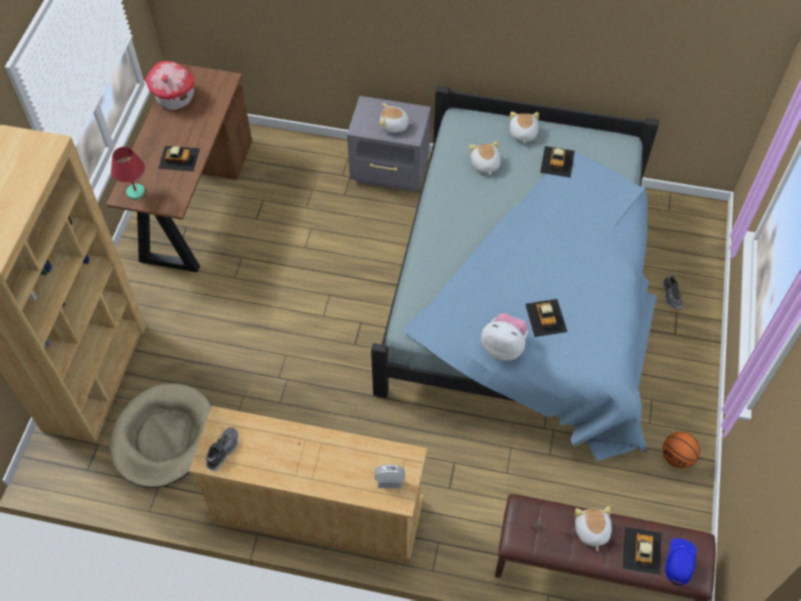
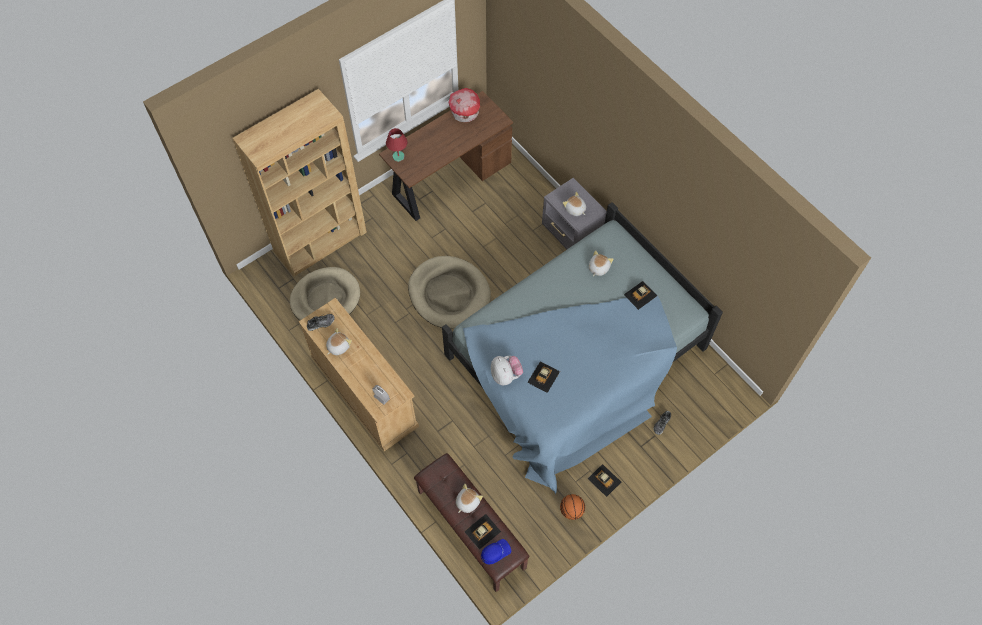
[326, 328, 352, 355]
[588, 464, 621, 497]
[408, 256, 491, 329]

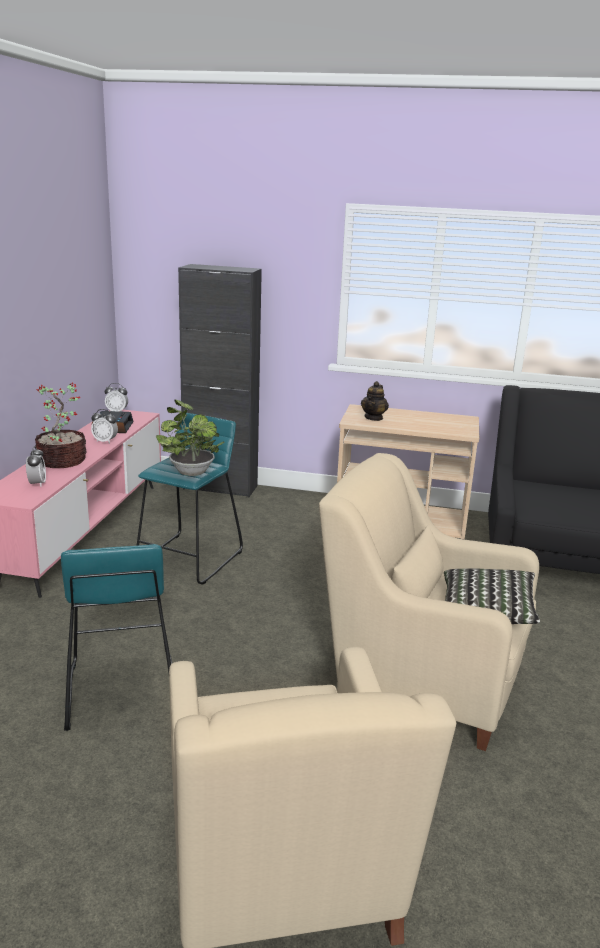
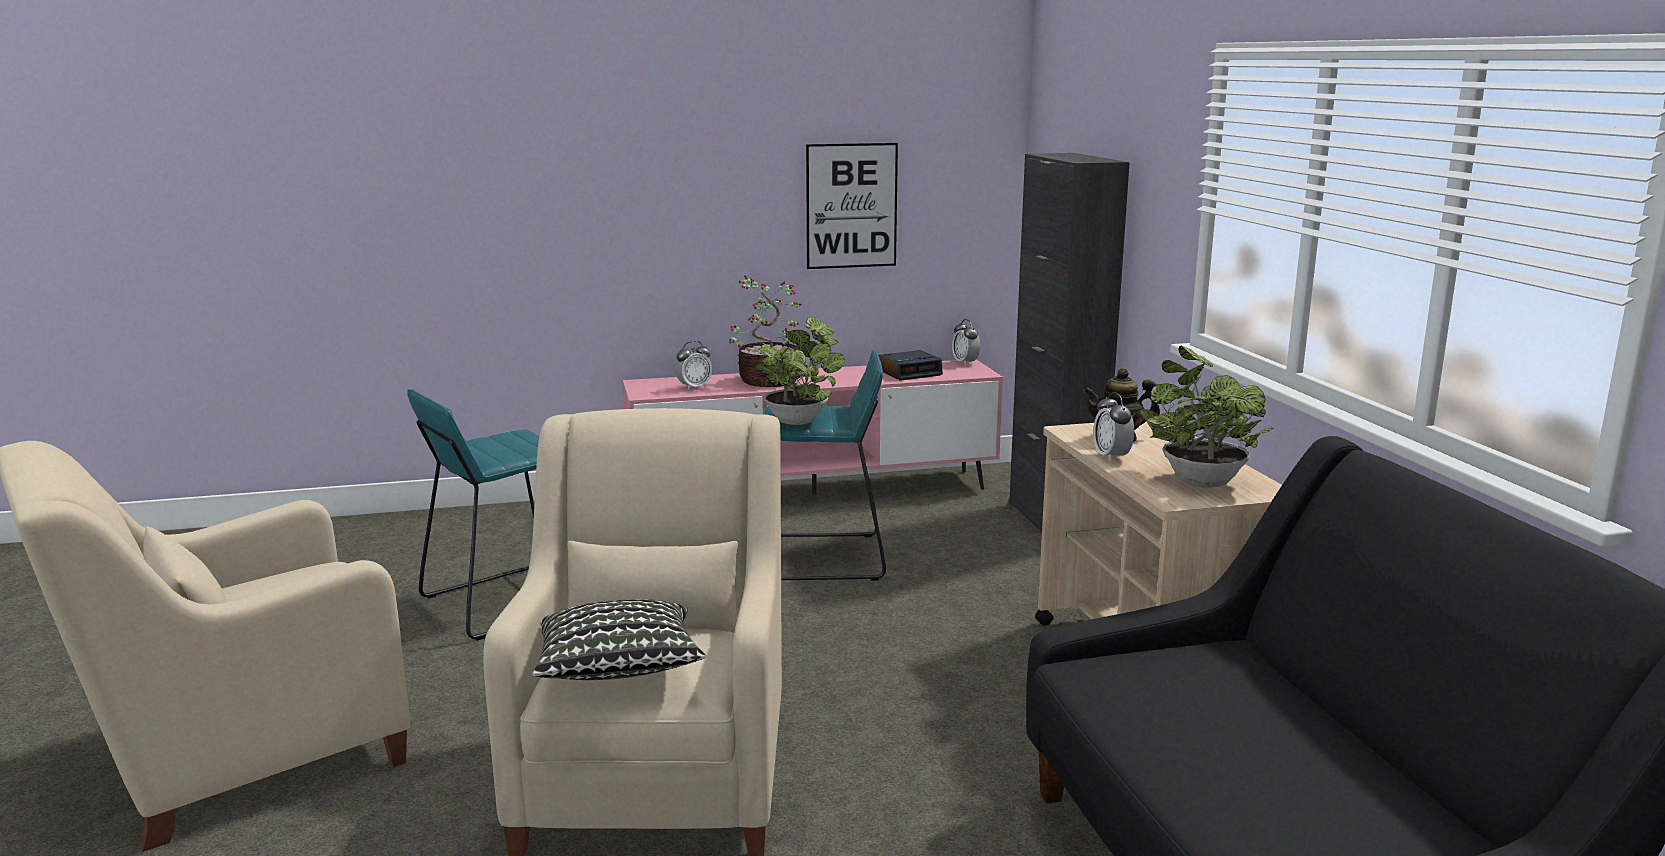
[1093, 392, 1134, 462]
[806, 143, 898, 269]
[1140, 346, 1274, 488]

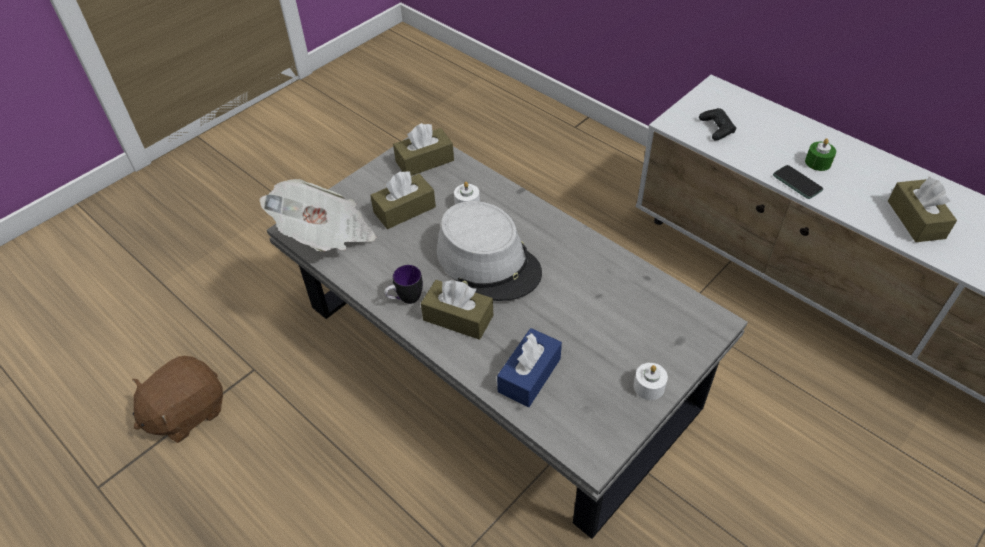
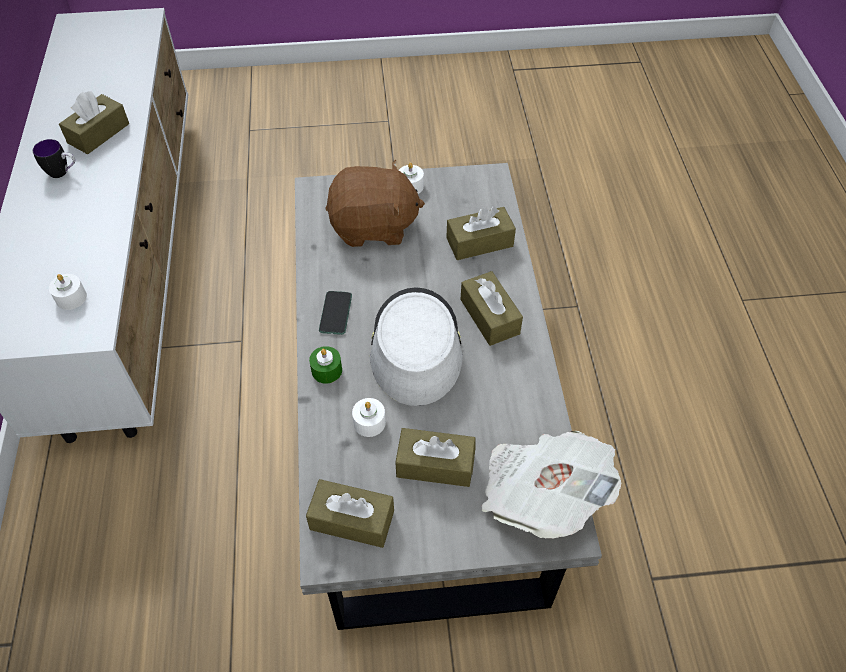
[49, 274, 87, 310]
[309, 346, 342, 383]
[319, 291, 352, 335]
[33, 139, 75, 178]
[446, 207, 516, 260]
[325, 160, 425, 247]

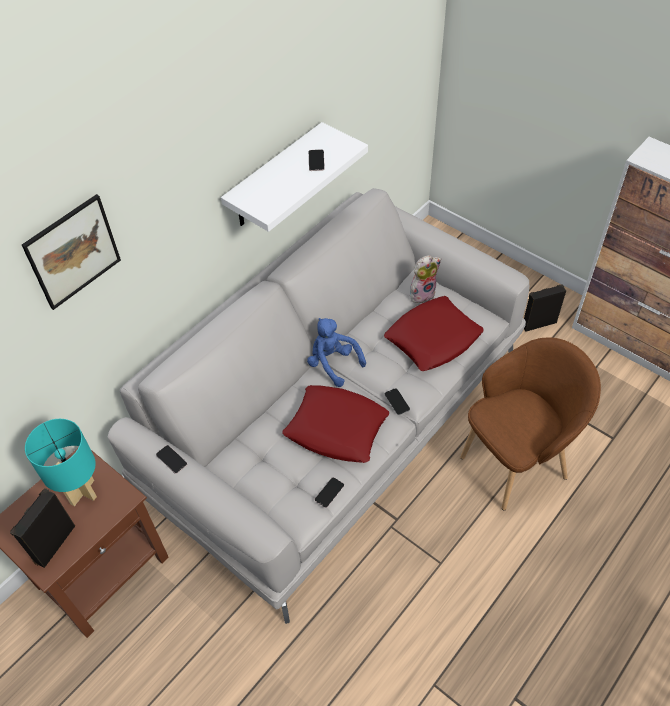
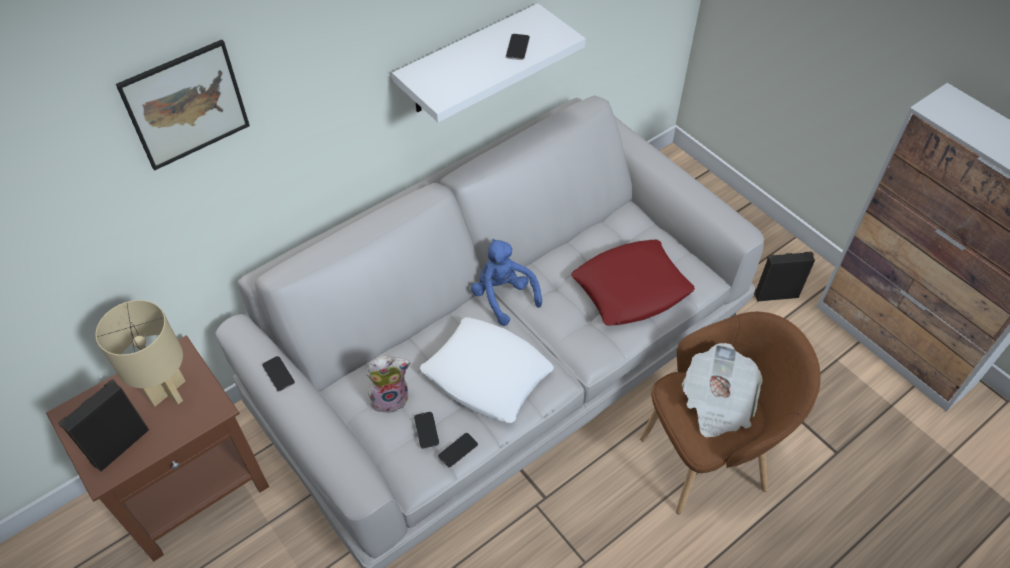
[366, 356, 411, 413]
[420, 317, 554, 423]
[414, 412, 439, 449]
[95, 300, 185, 406]
[682, 343, 763, 438]

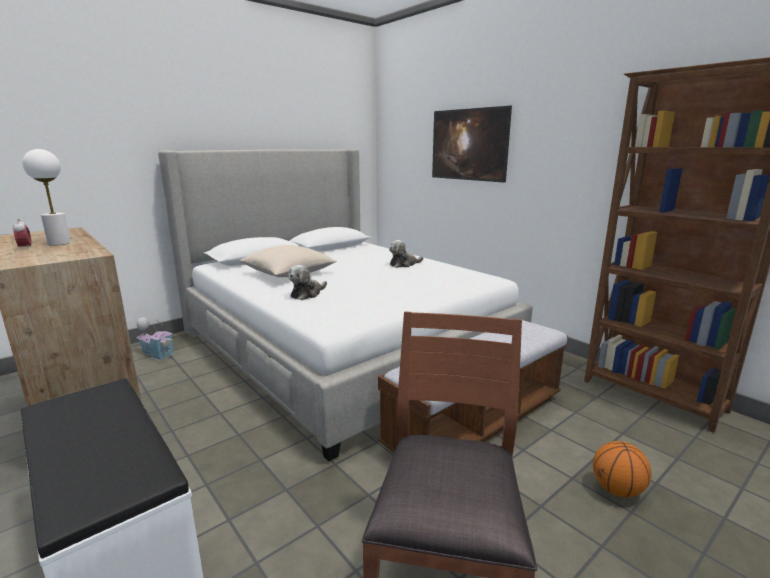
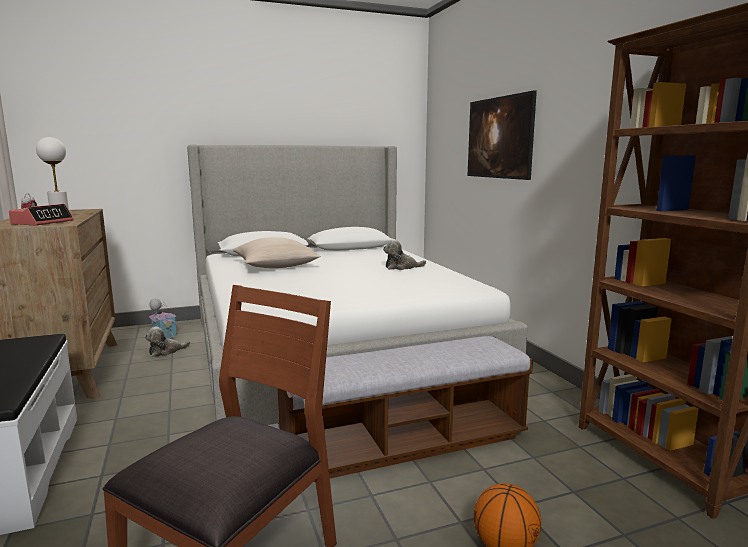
[145, 326, 190, 357]
[9, 204, 74, 226]

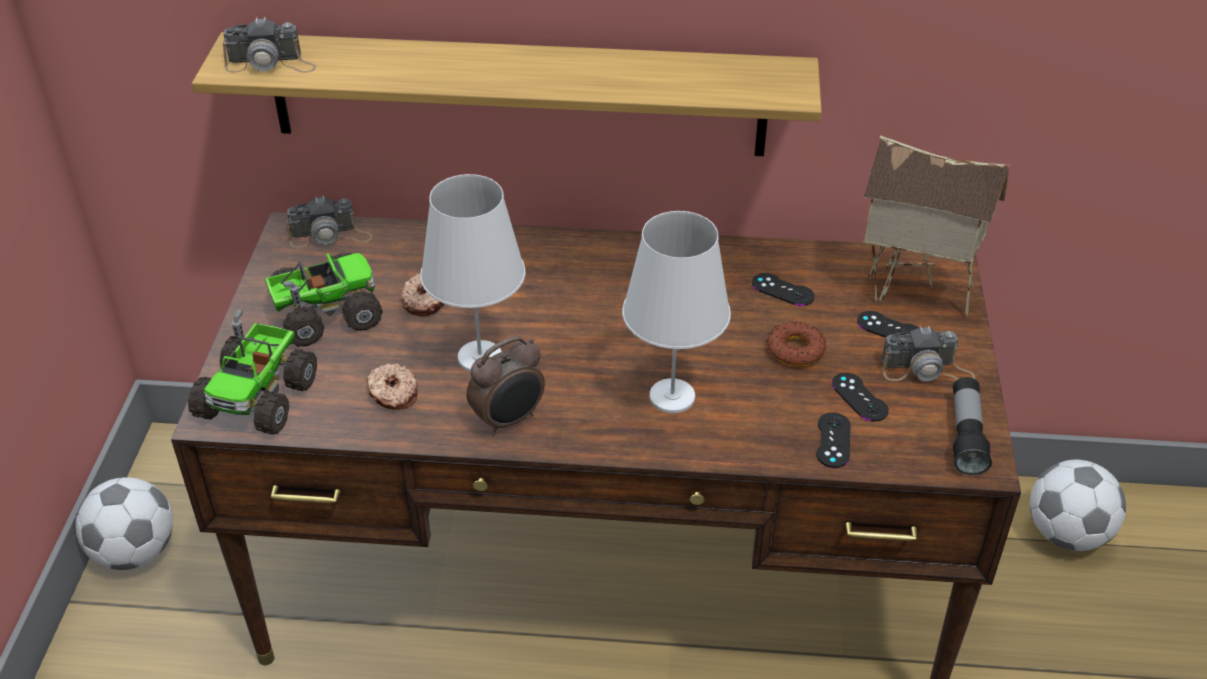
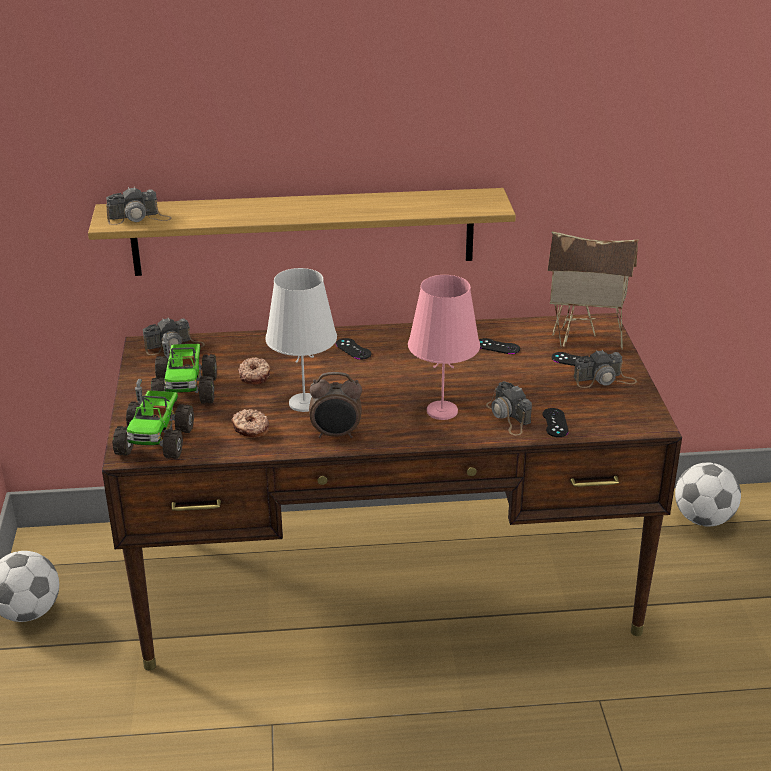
[408, 275, 480, 420]
[151, 333, 217, 404]
[767, 321, 826, 366] (first image)
[309, 372, 362, 438]
[336, 338, 371, 360]
[953, 377, 992, 476] (first image)
[486, 381, 532, 436]

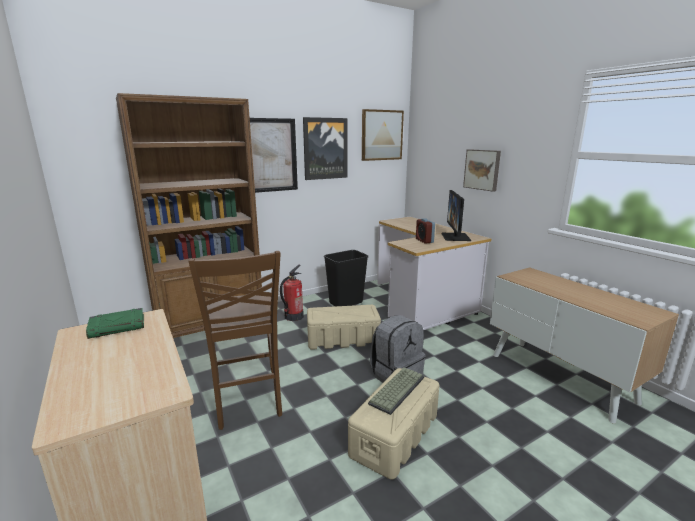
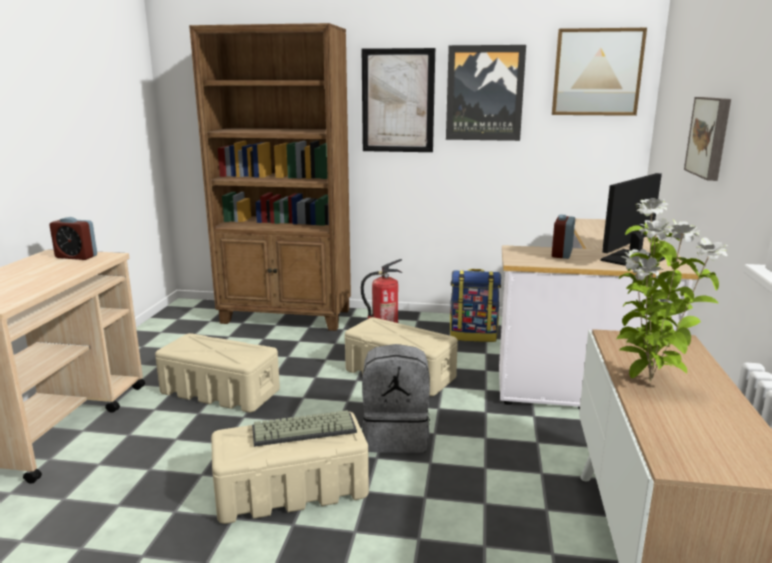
[450, 269, 501, 342]
[155, 333, 280, 413]
[50, 217, 97, 260]
[616, 198, 728, 382]

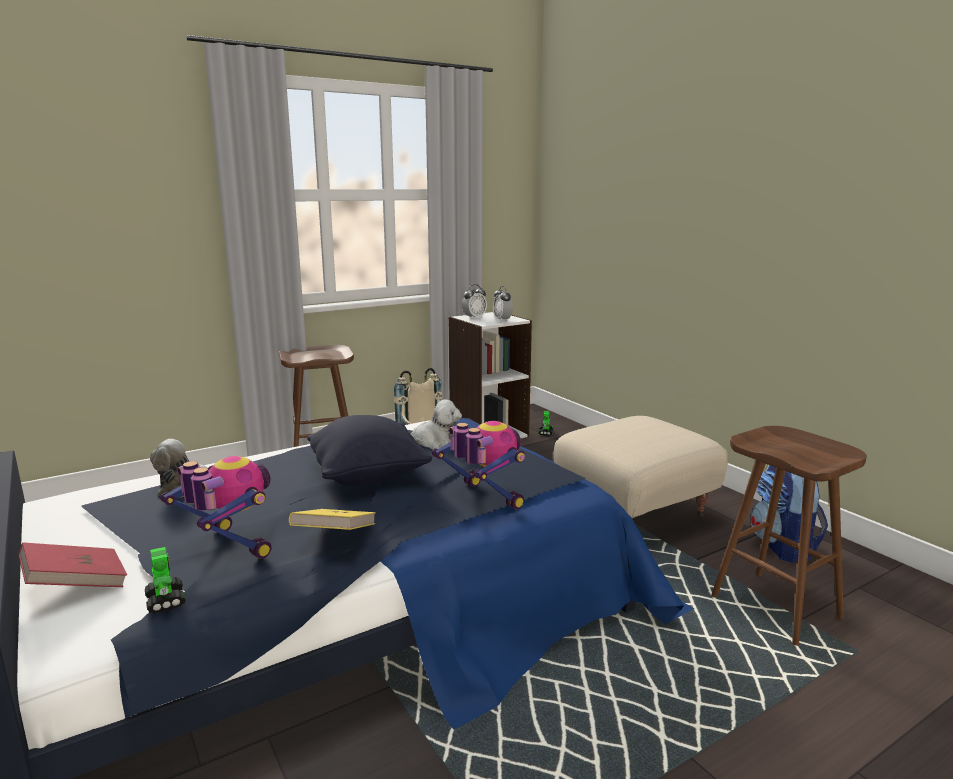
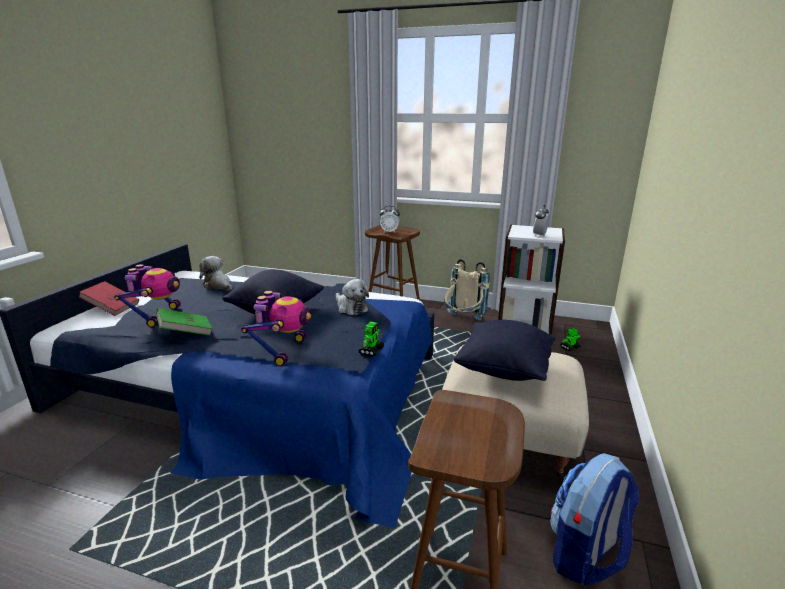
[380, 206, 400, 233]
[156, 308, 213, 336]
[358, 321, 385, 356]
[454, 320, 555, 381]

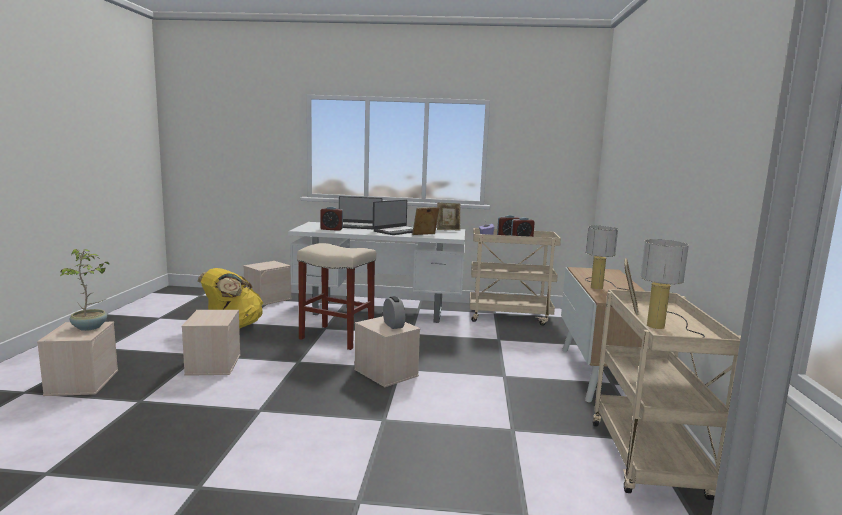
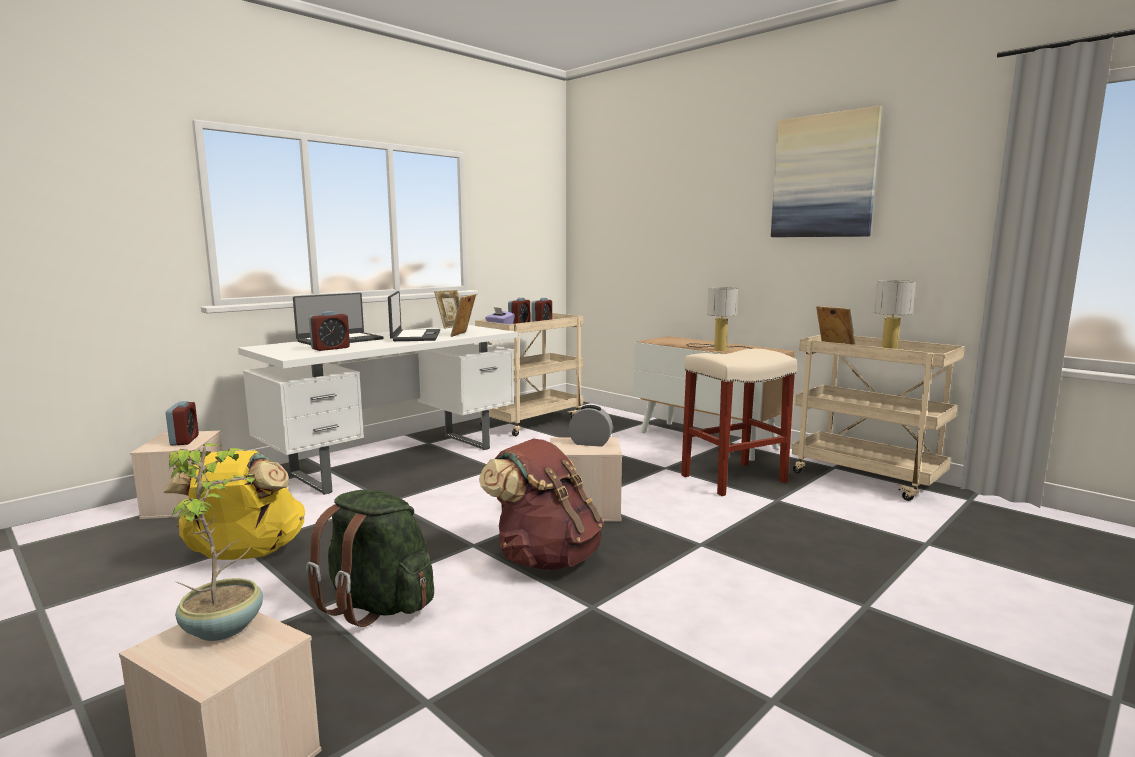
[681, 349, 797, 496]
[306, 490, 434, 627]
[771, 106, 882, 237]
[166, 401, 199, 446]
[479, 438, 604, 570]

